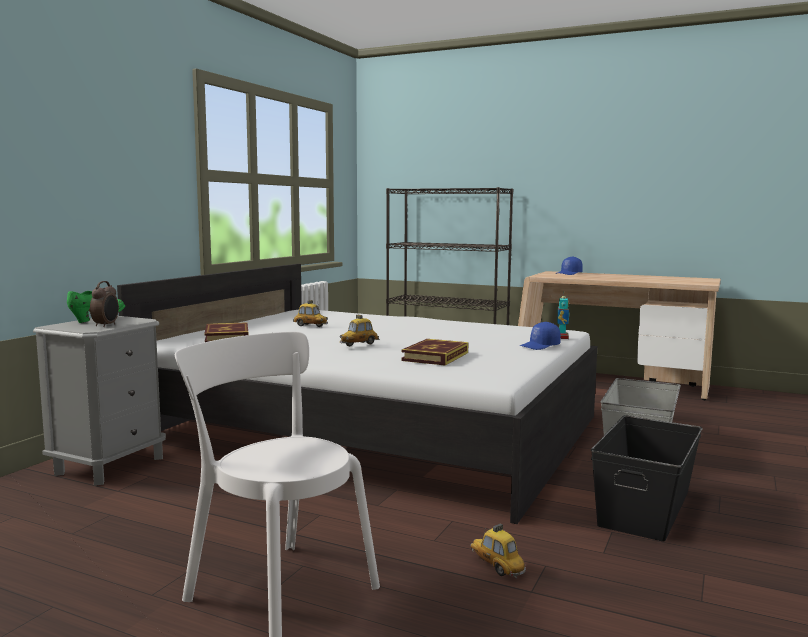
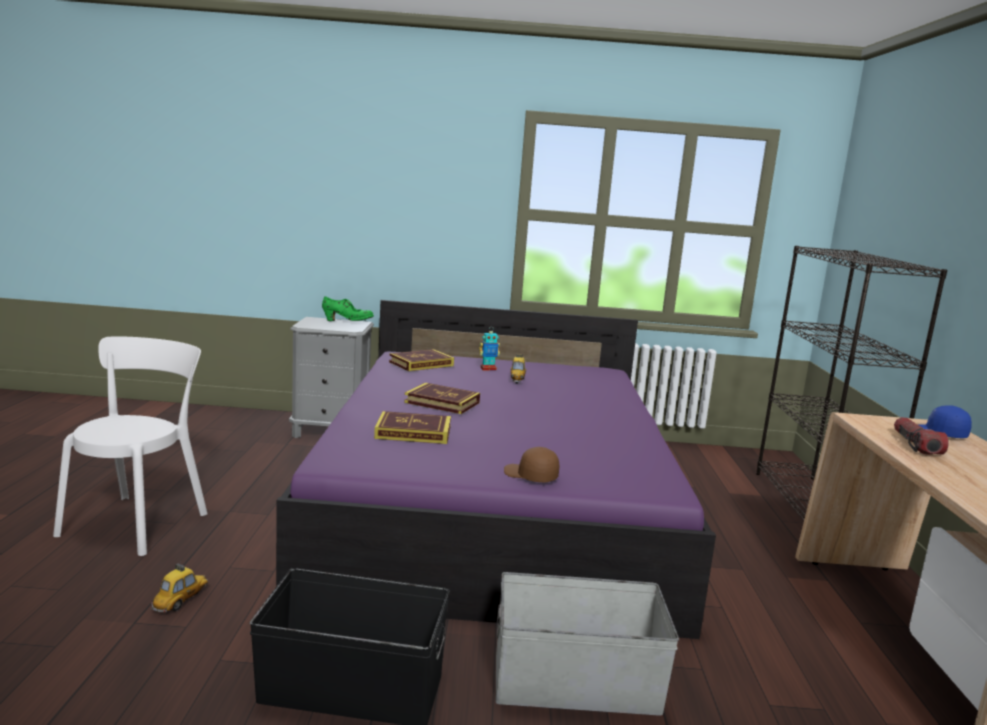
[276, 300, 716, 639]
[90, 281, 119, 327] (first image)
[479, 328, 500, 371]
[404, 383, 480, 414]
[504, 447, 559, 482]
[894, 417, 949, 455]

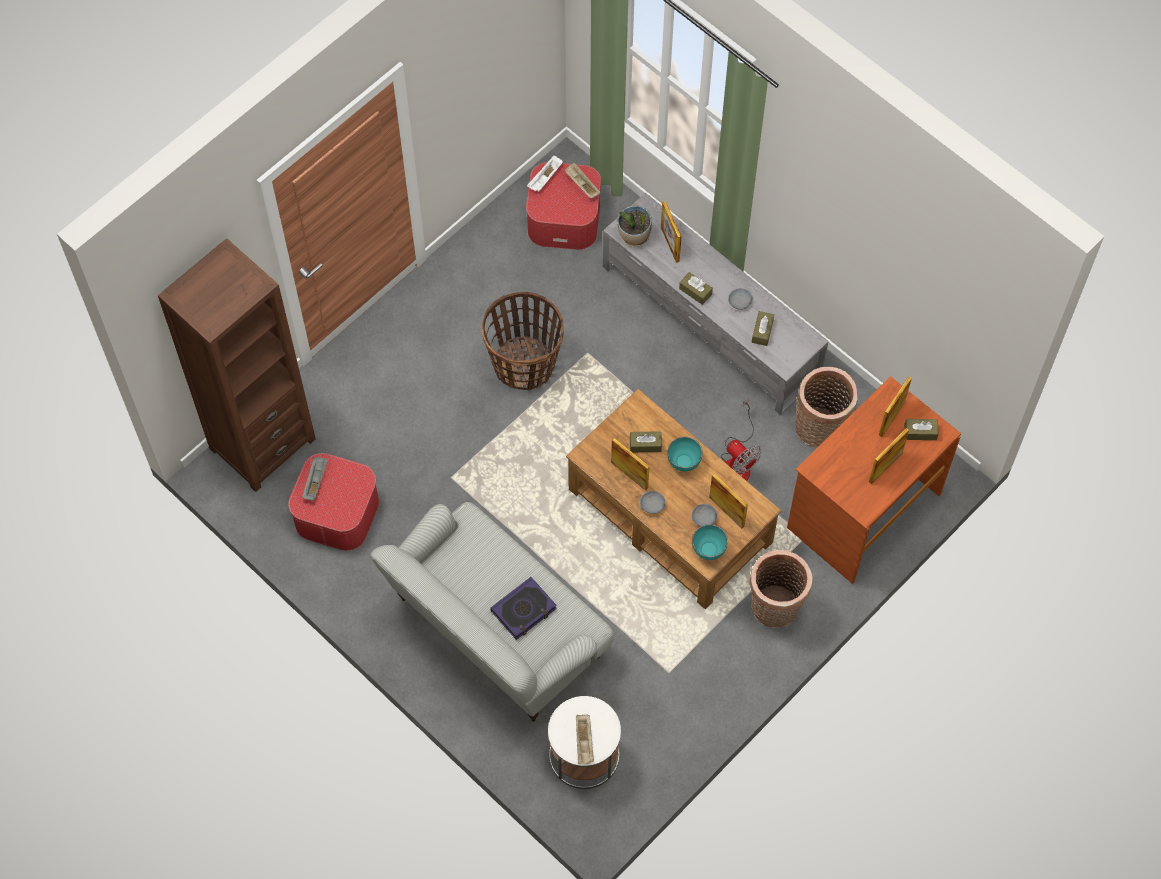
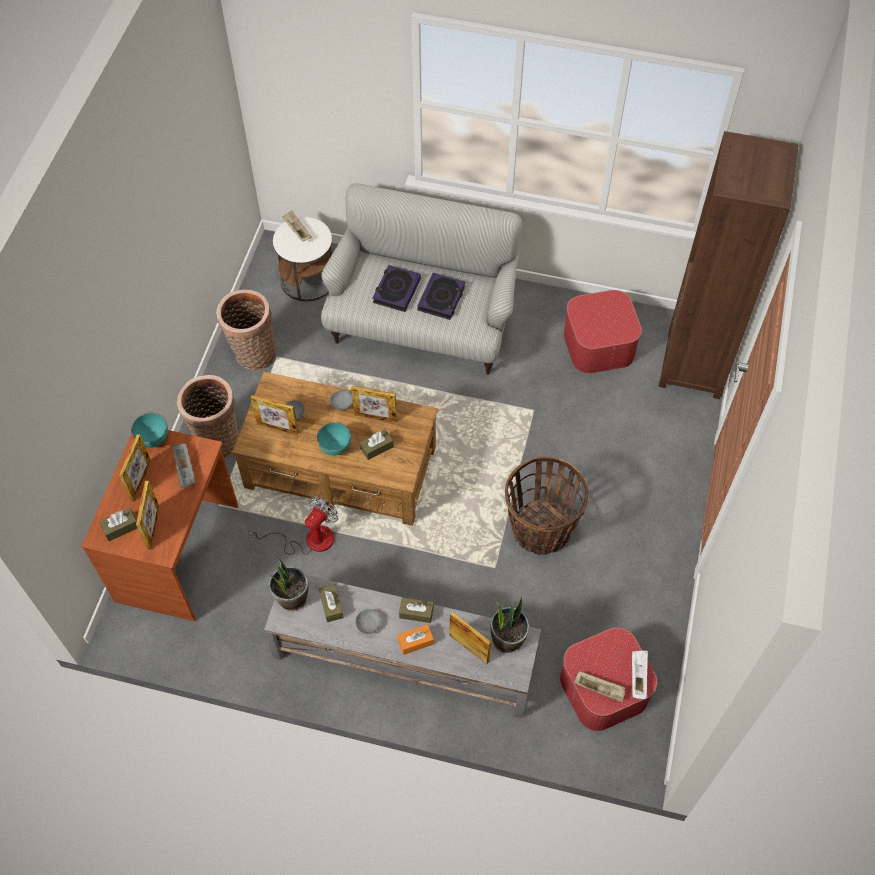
[216, 290, 276, 370]
[248, 496, 339, 555]
[173, 443, 195, 488]
[131, 413, 168, 448]
[417, 272, 465, 320]
[268, 554, 308, 611]
[397, 624, 434, 655]

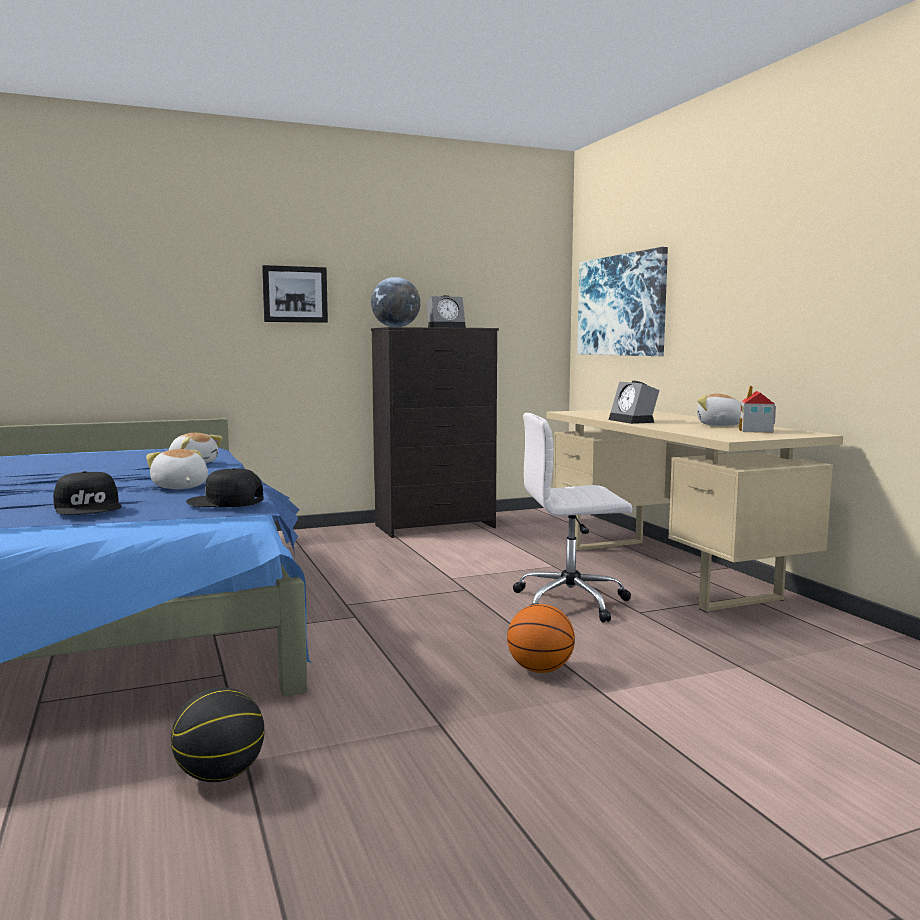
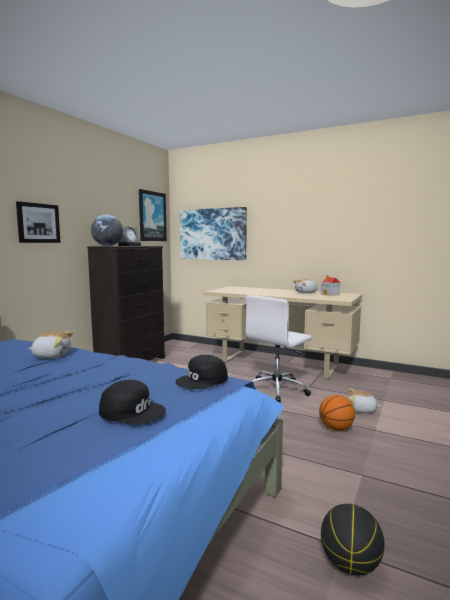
[609, 381, 659, 424] (first image)
[348, 388, 381, 413]
[139, 189, 167, 241]

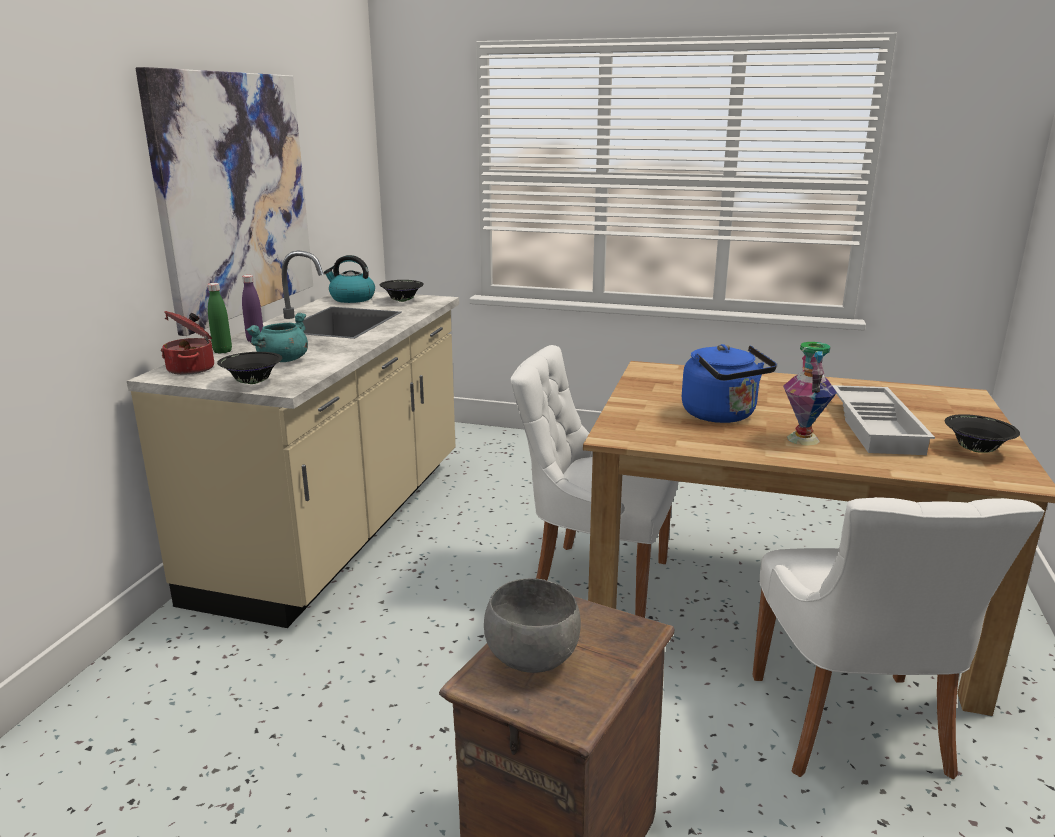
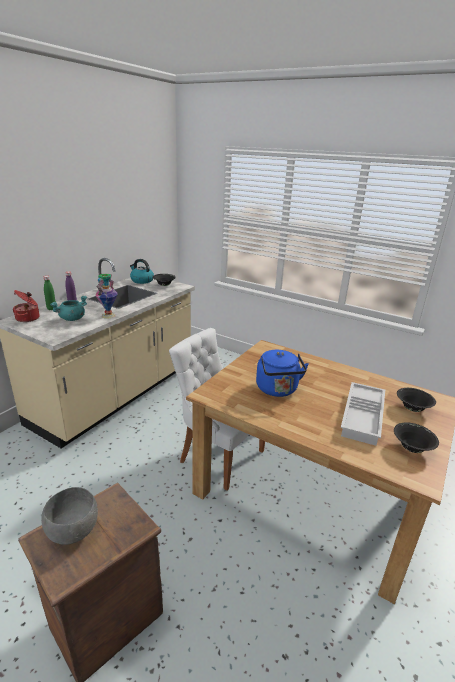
[136, 67, 313, 336] (first image)
[95, 274, 118, 319]
[397, 388, 436, 412]
[753, 497, 1044, 779] (first image)

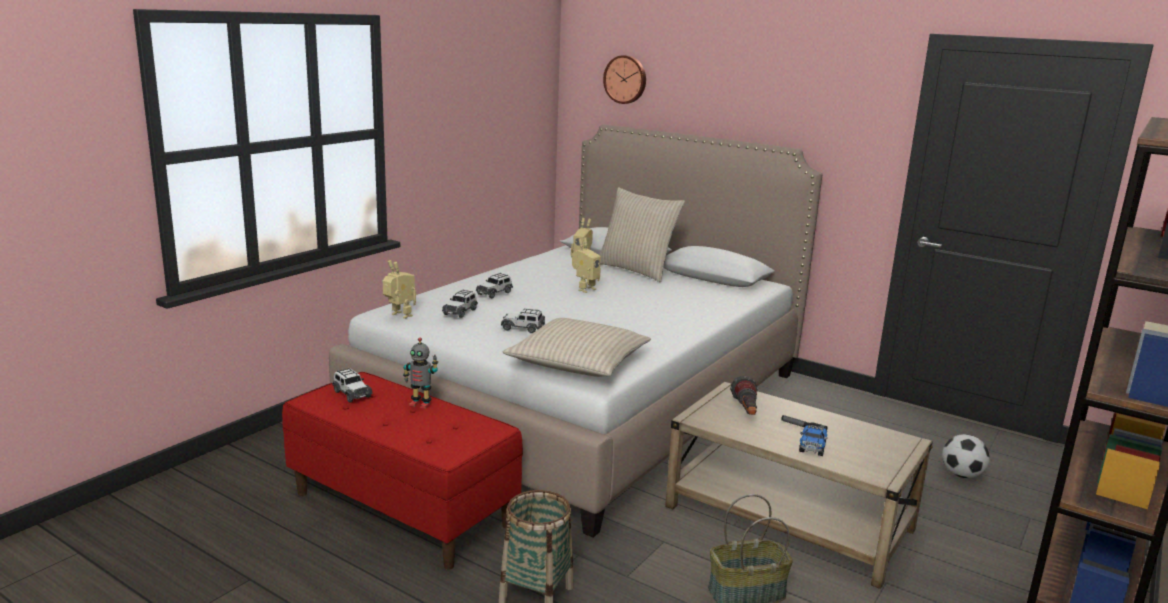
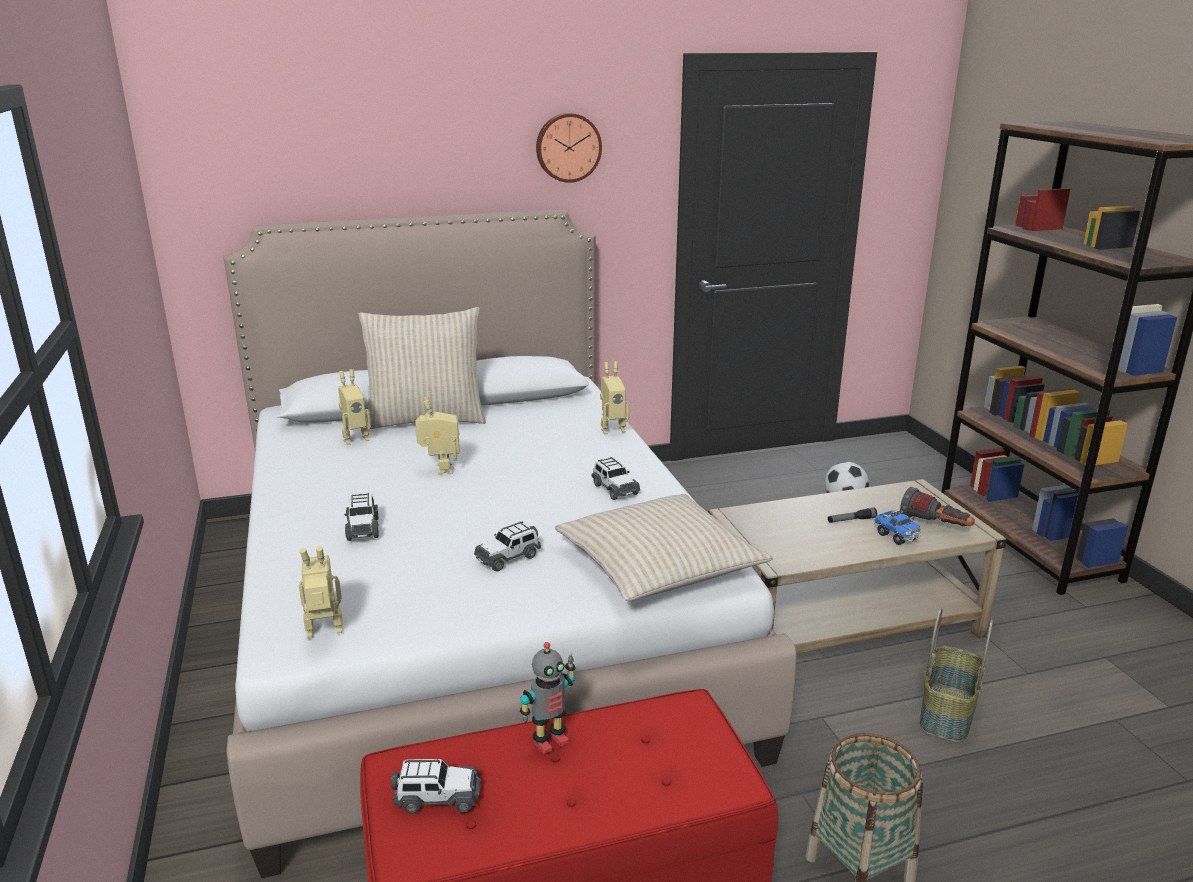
[536, 113, 602, 183]
[592, 457, 640, 500]
[900, 487, 975, 526]
[600, 361, 629, 435]

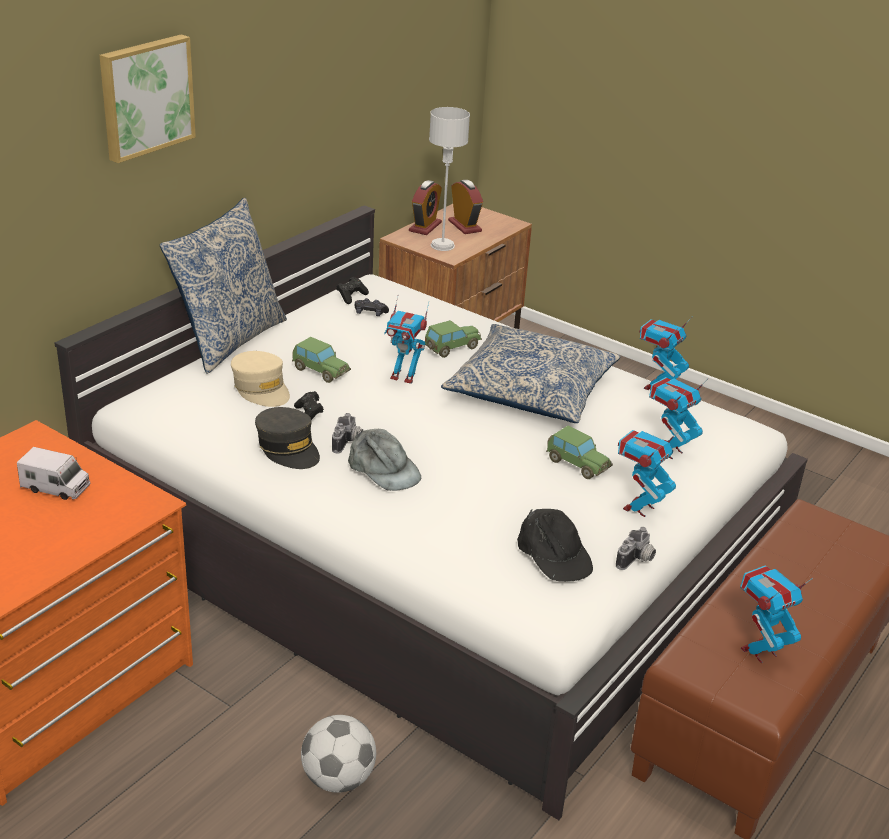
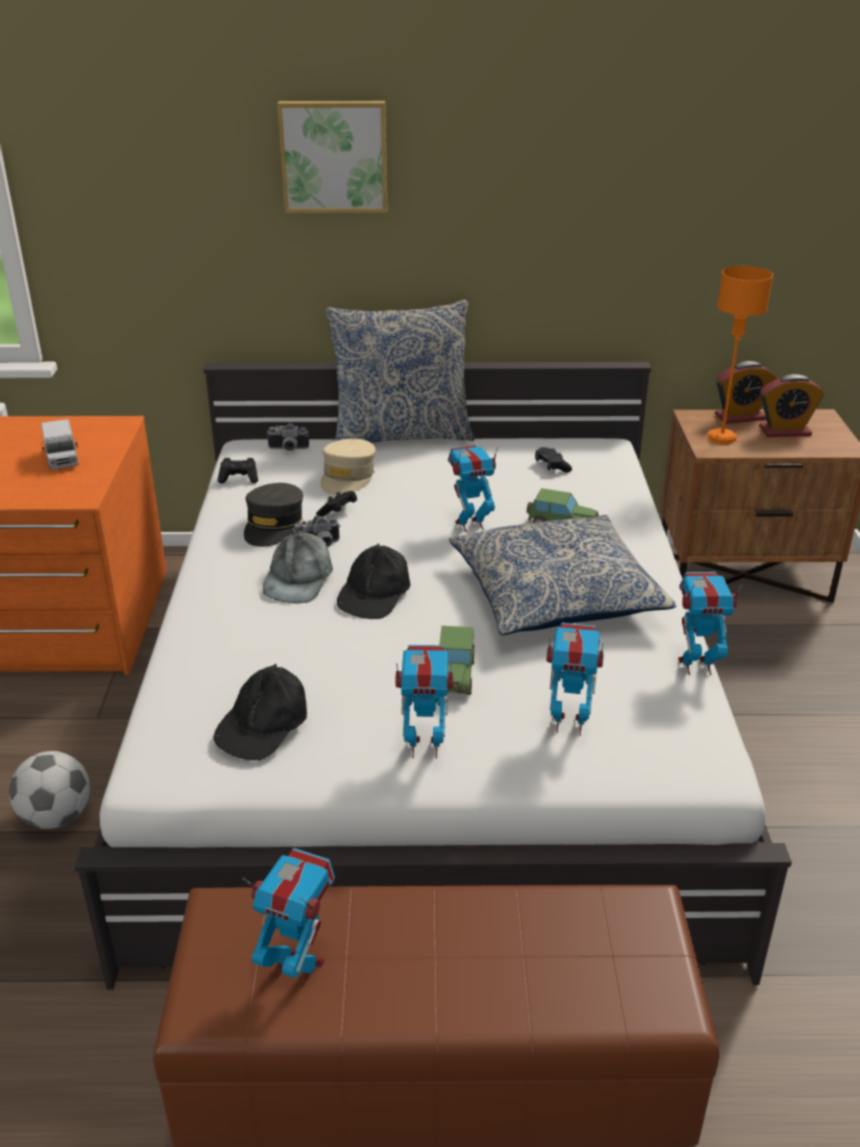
[707, 266, 773, 445]
[759, 374, 824, 437]
[217, 458, 258, 484]
[448, 445, 498, 532]
[292, 337, 351, 383] (first image)
[267, 423, 309, 451]
[337, 544, 411, 619]

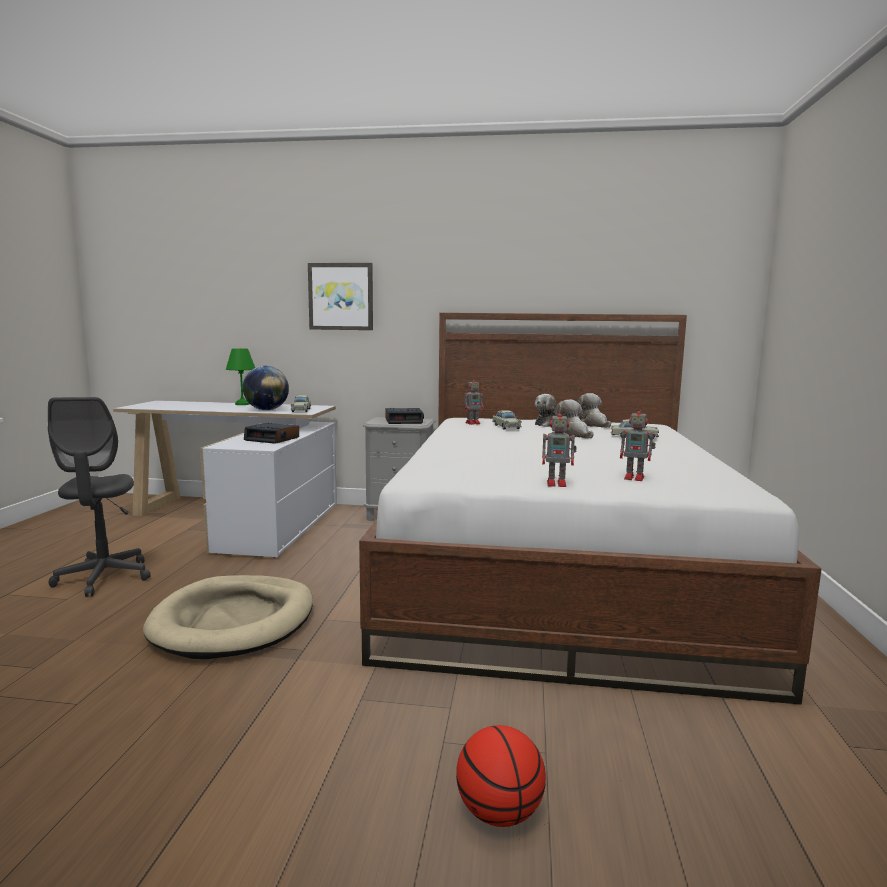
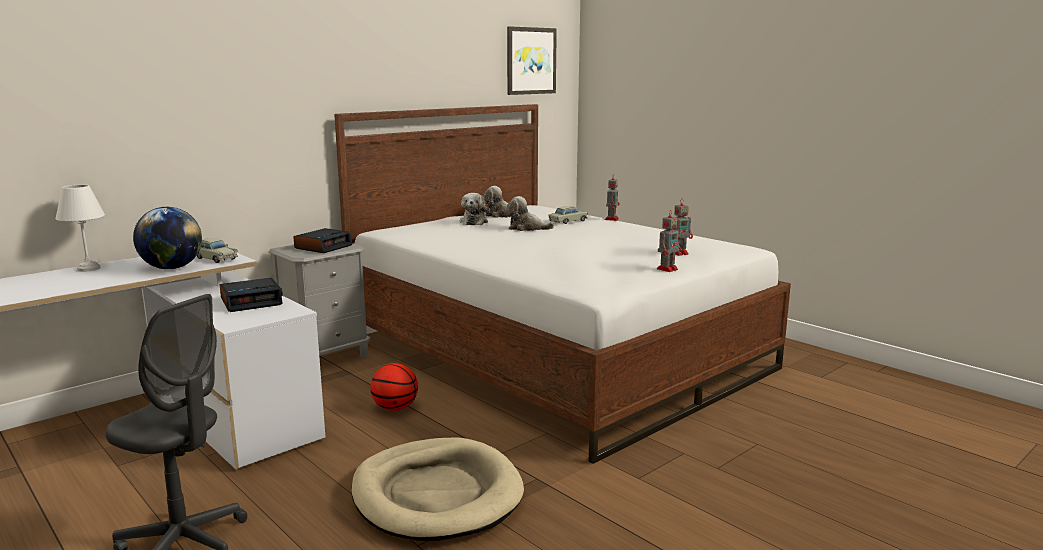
[507, 26, 557, 95]
[55, 185, 105, 272]
[605, 175, 620, 221]
[492, 410, 522, 430] (first image)
[370, 363, 418, 411]

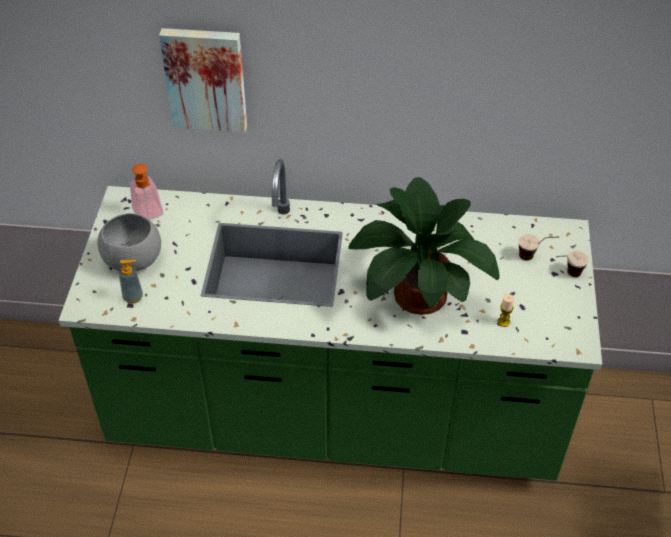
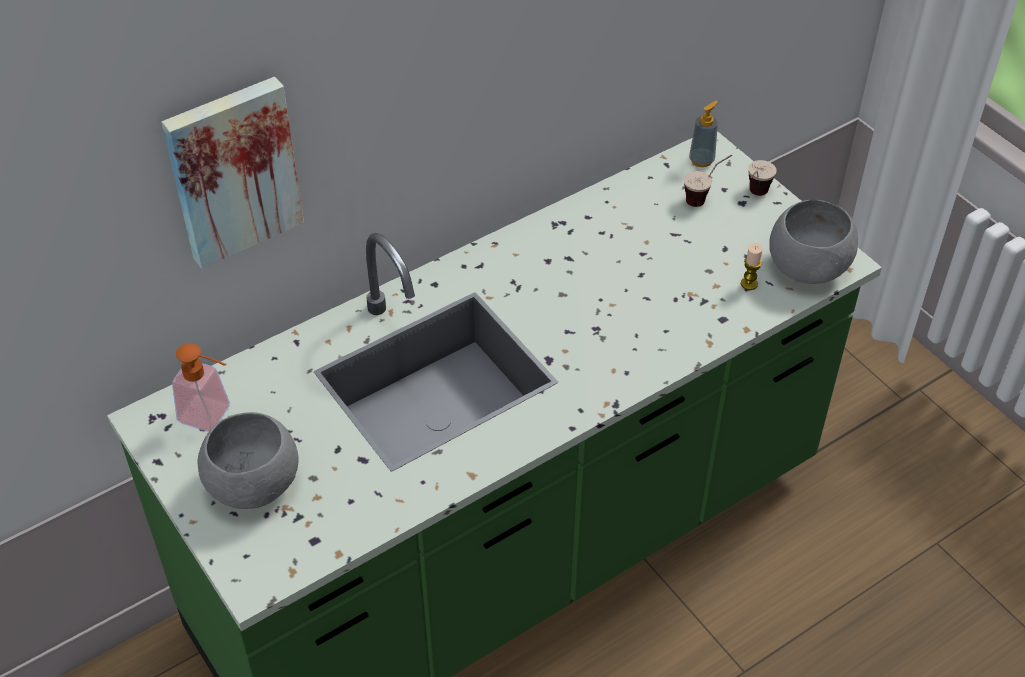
[348, 177, 500, 315] (first image)
[689, 101, 718, 167]
[769, 200, 858, 284]

